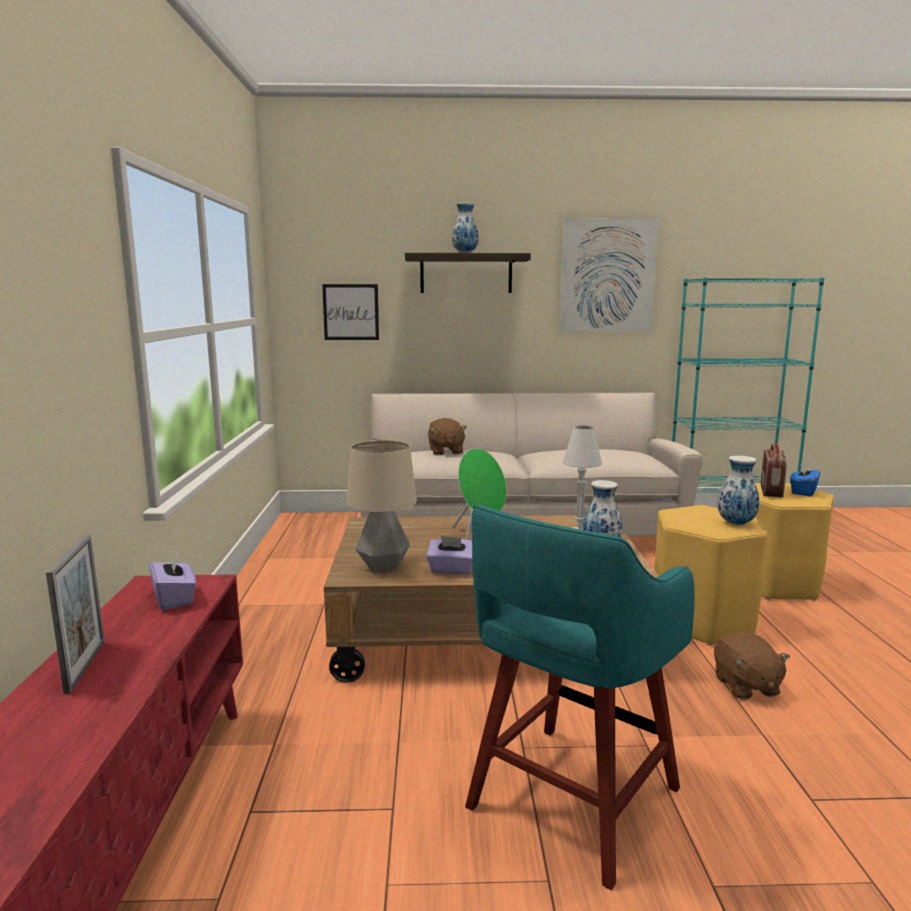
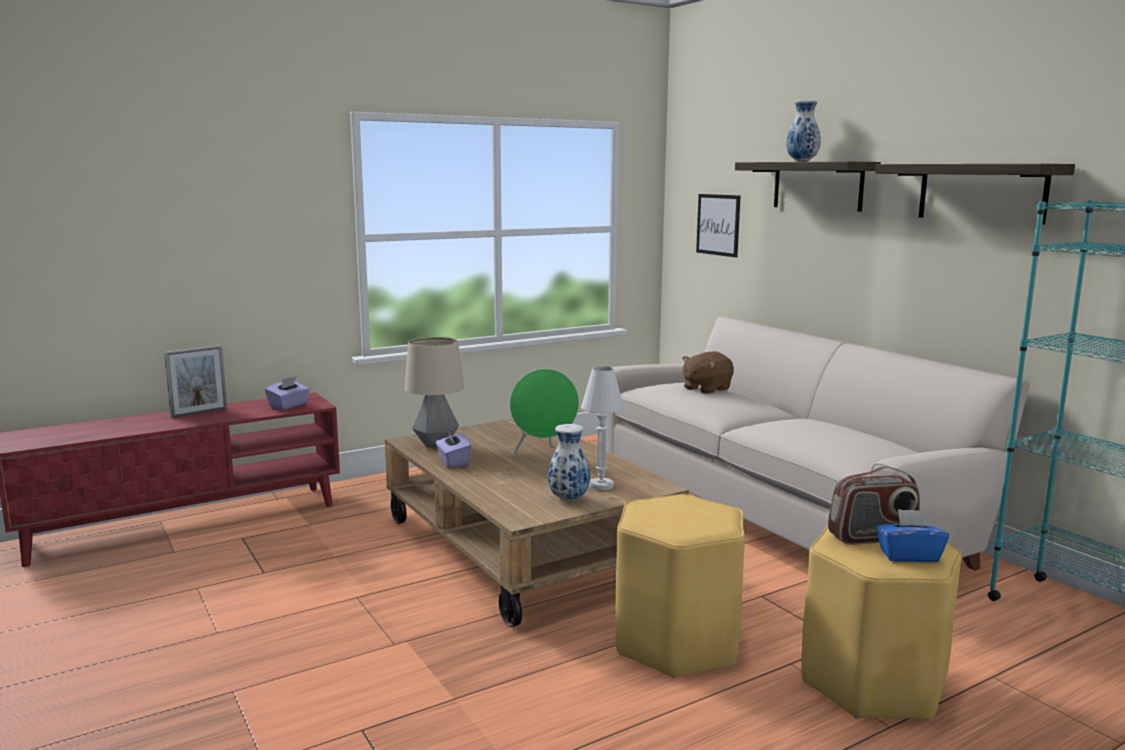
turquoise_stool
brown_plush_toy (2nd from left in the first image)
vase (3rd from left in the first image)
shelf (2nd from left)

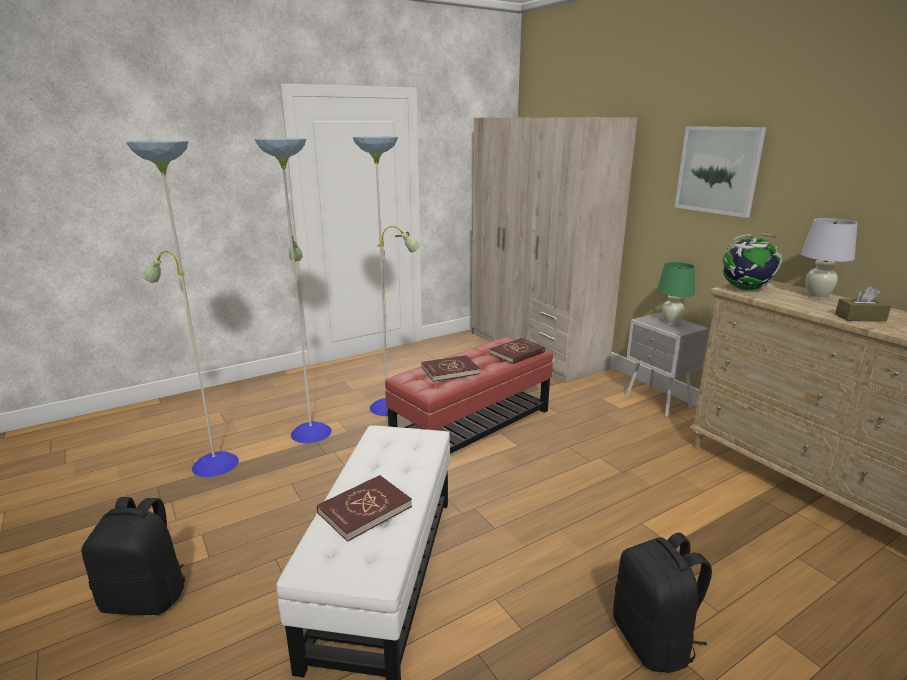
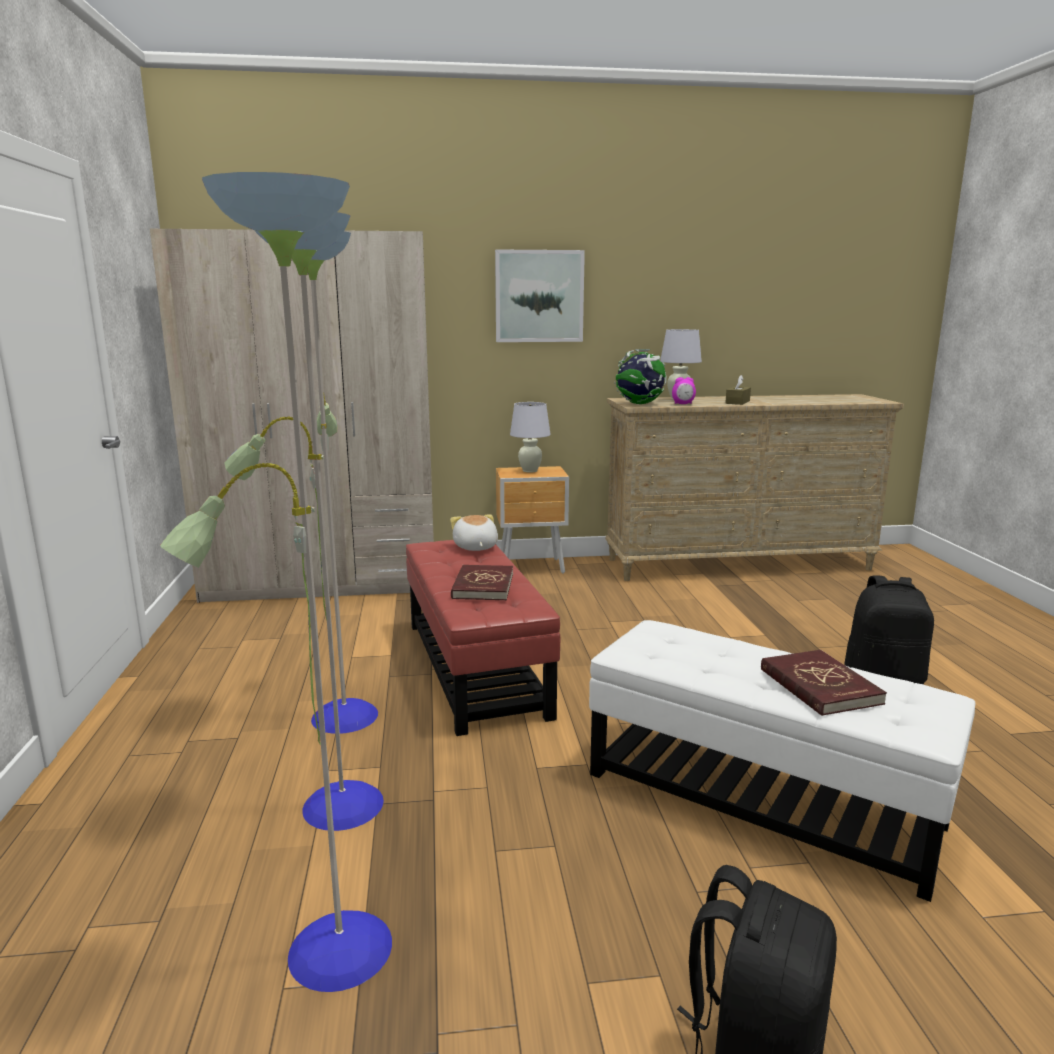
alarm_clock
plush_toy
brown_nightstand
white_table_lamp (1st from left)

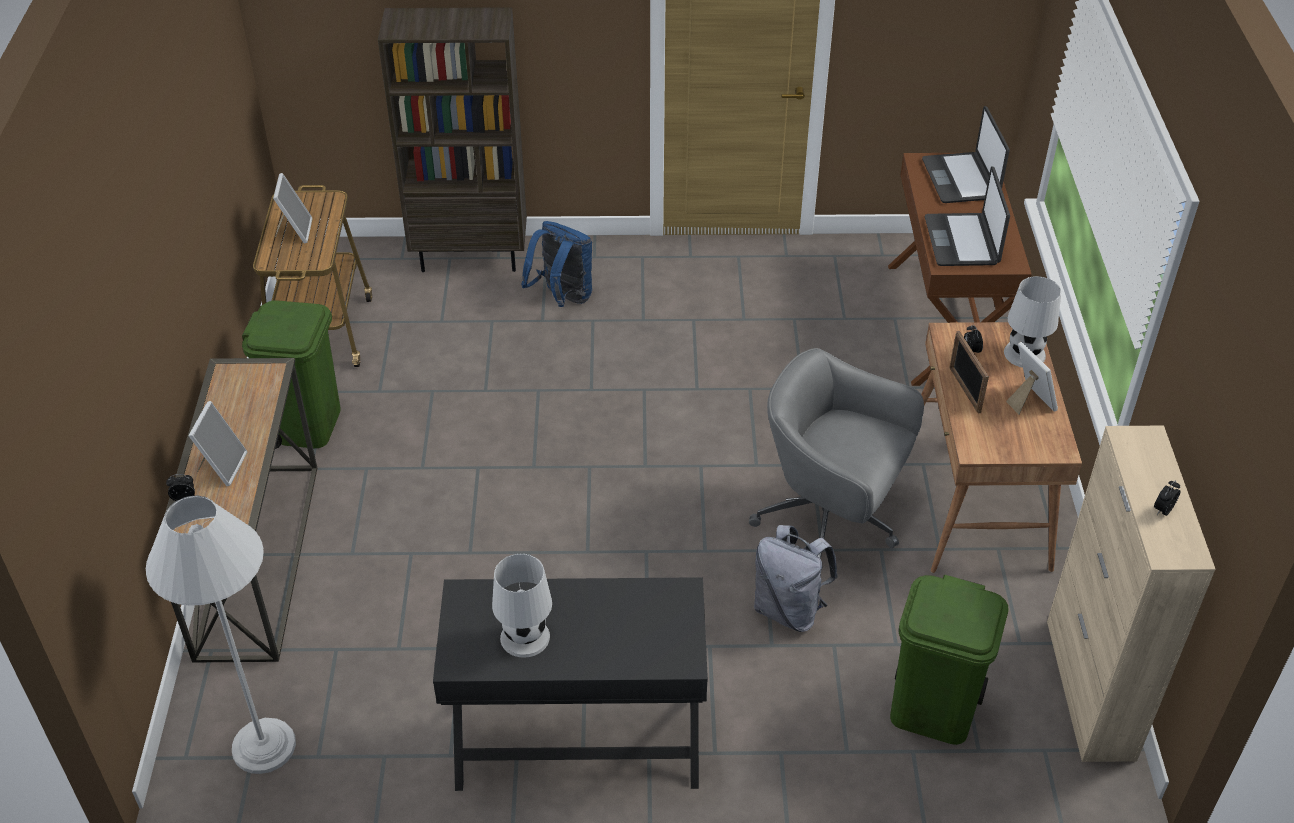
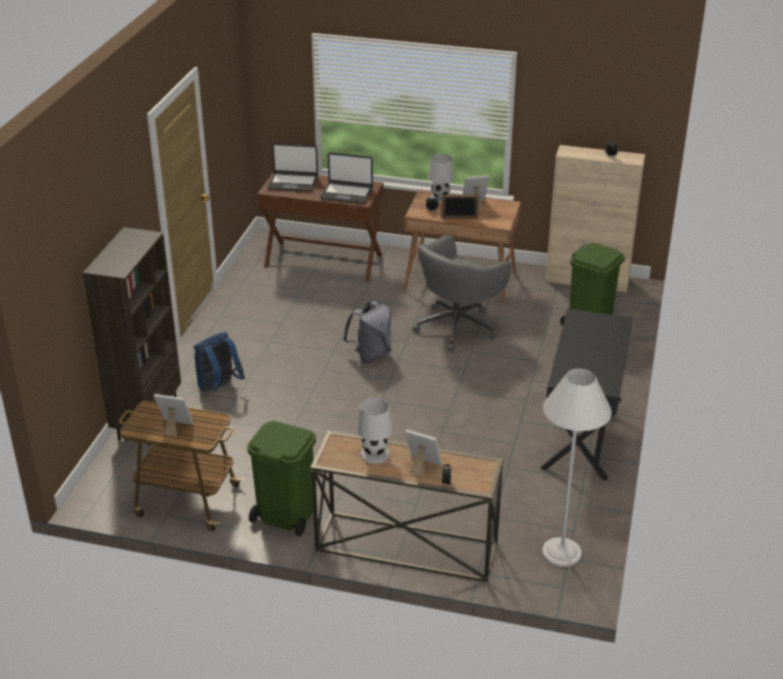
white_table_lamp (1st from left)
grey_backpack

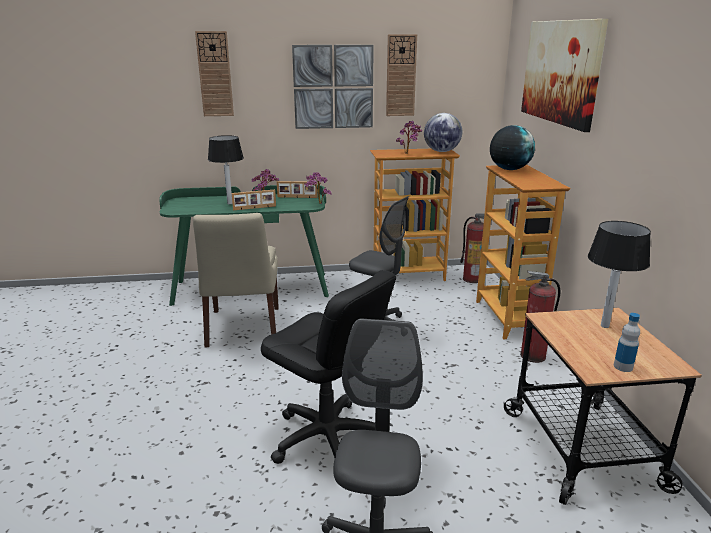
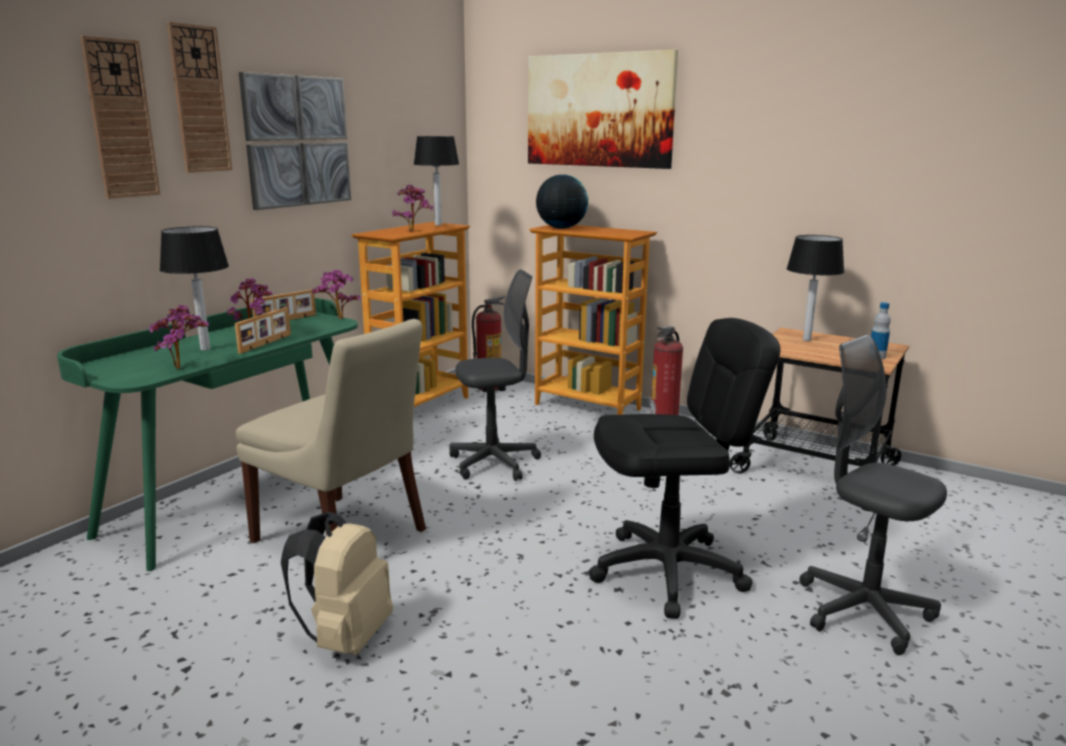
potted_plant (1st from left)
beige_backpack
wall_clock (2nd from left)
table_lamp (2nd from left)

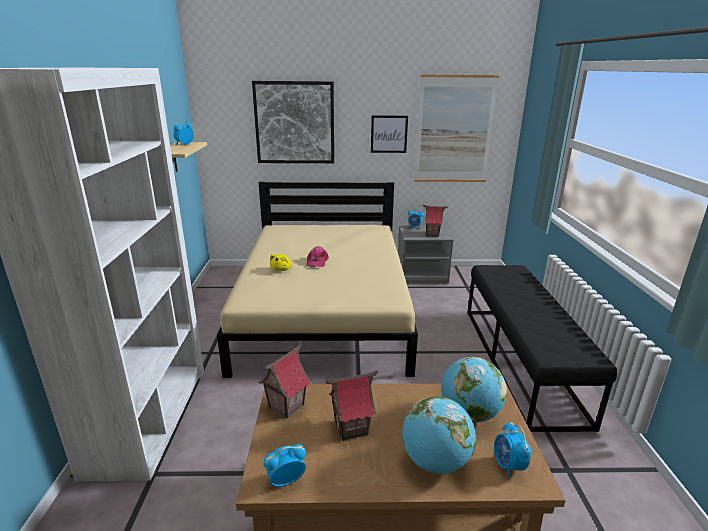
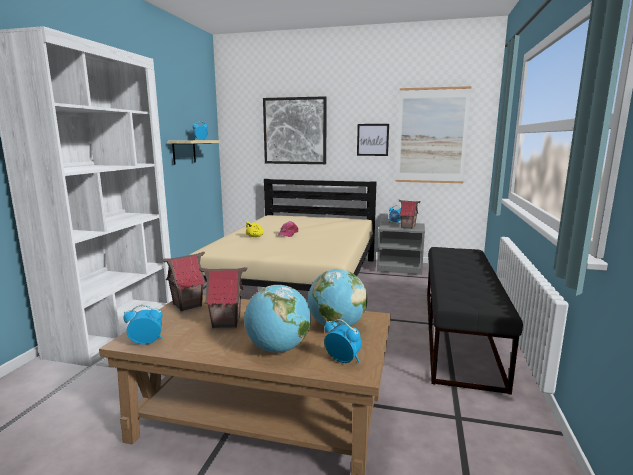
alarm_clock (3rd from left)

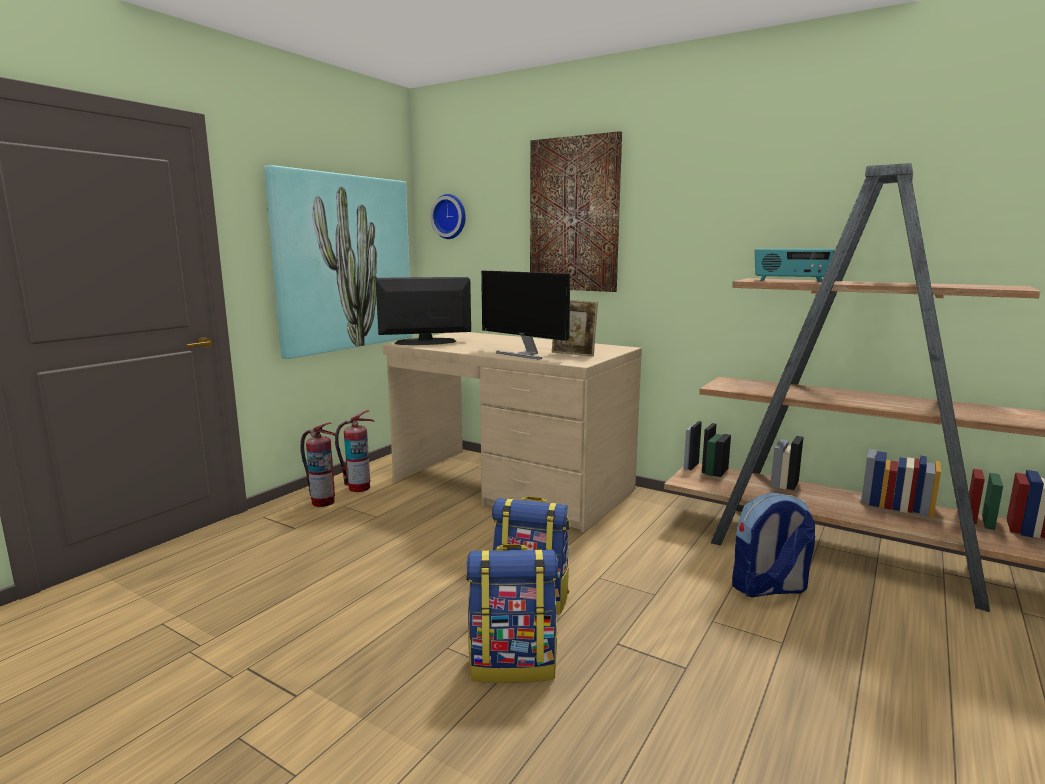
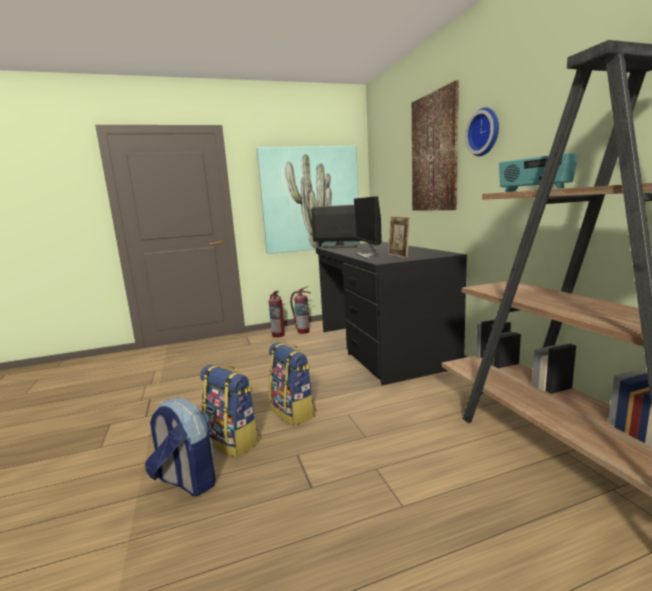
wall_clock
backpack (1st from left)
black_desk

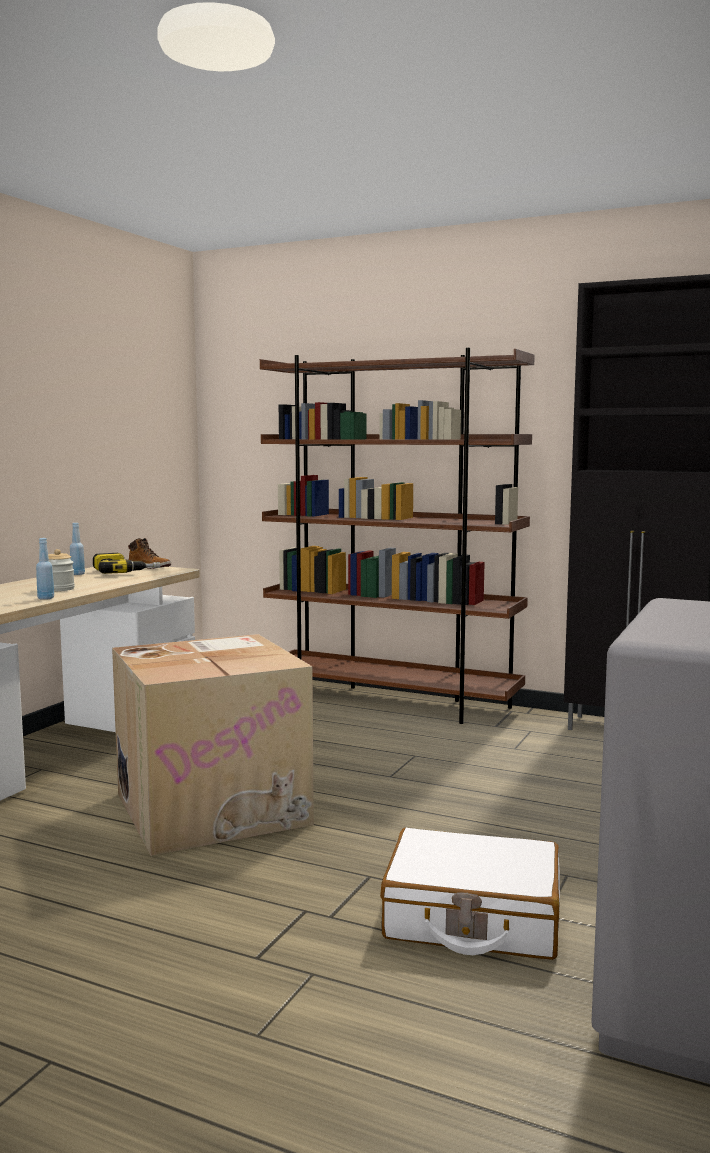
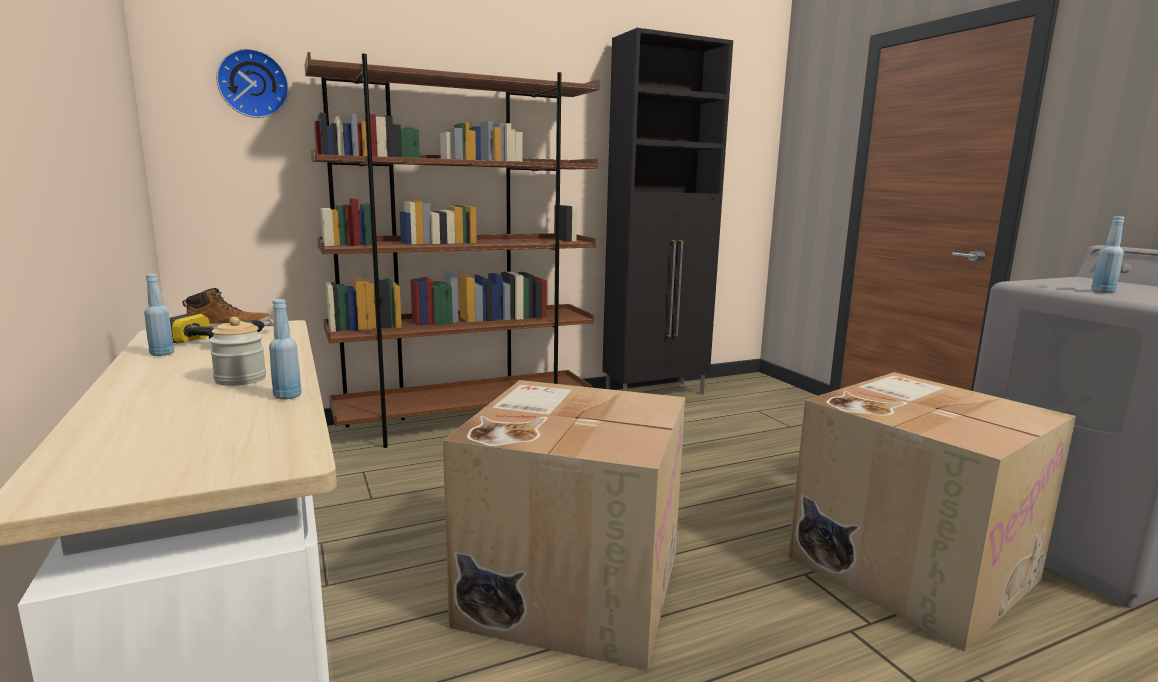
wall_clock
blue_bottle (3rd from left)
cardboard_box (2nd from left)

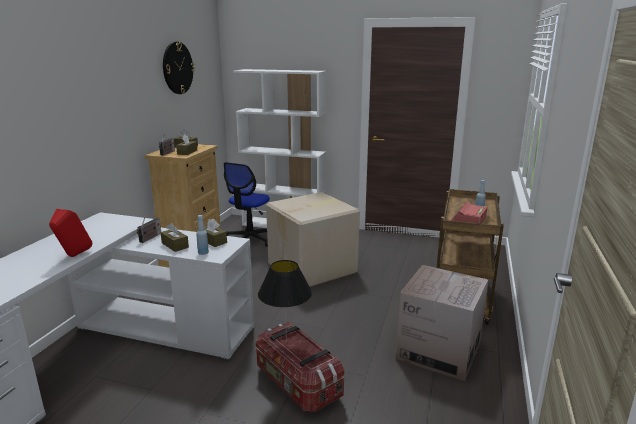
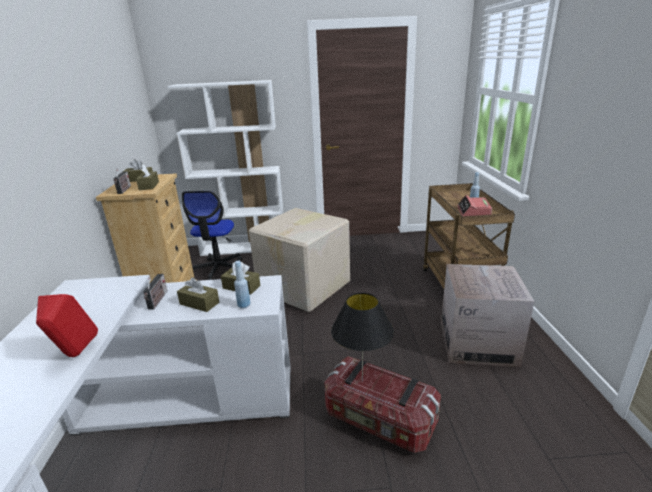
wall_clock

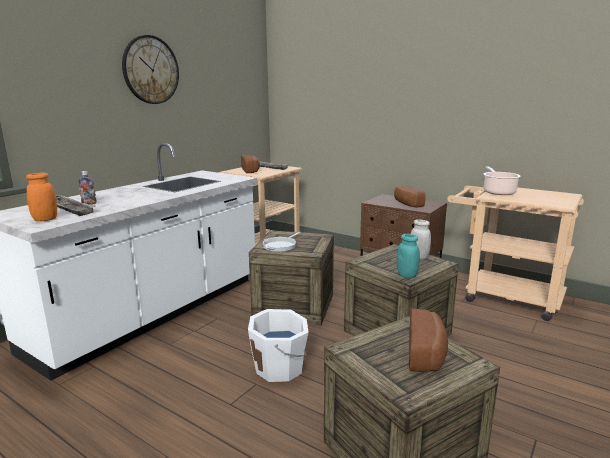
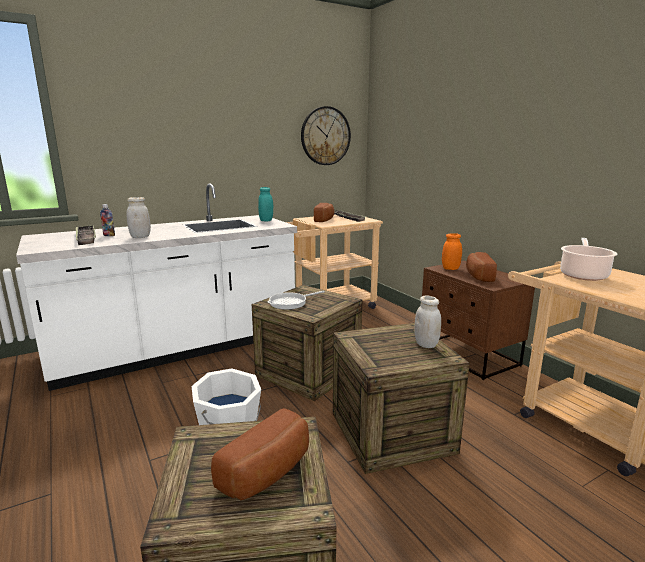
white_jar (1st from left)
orange_jar
wall_clock
turquoise_jar

